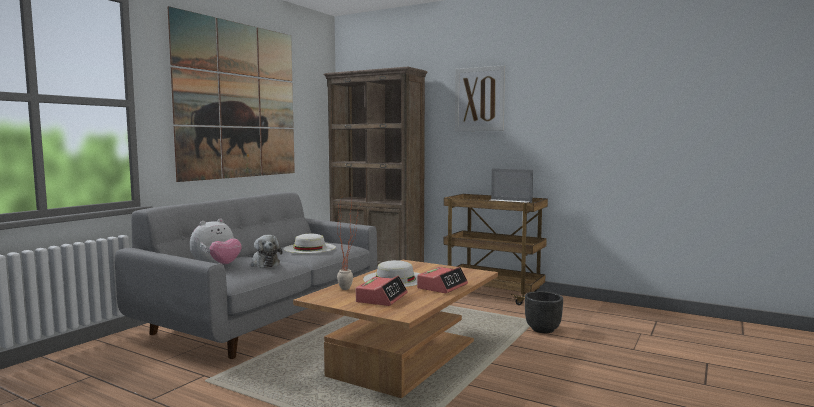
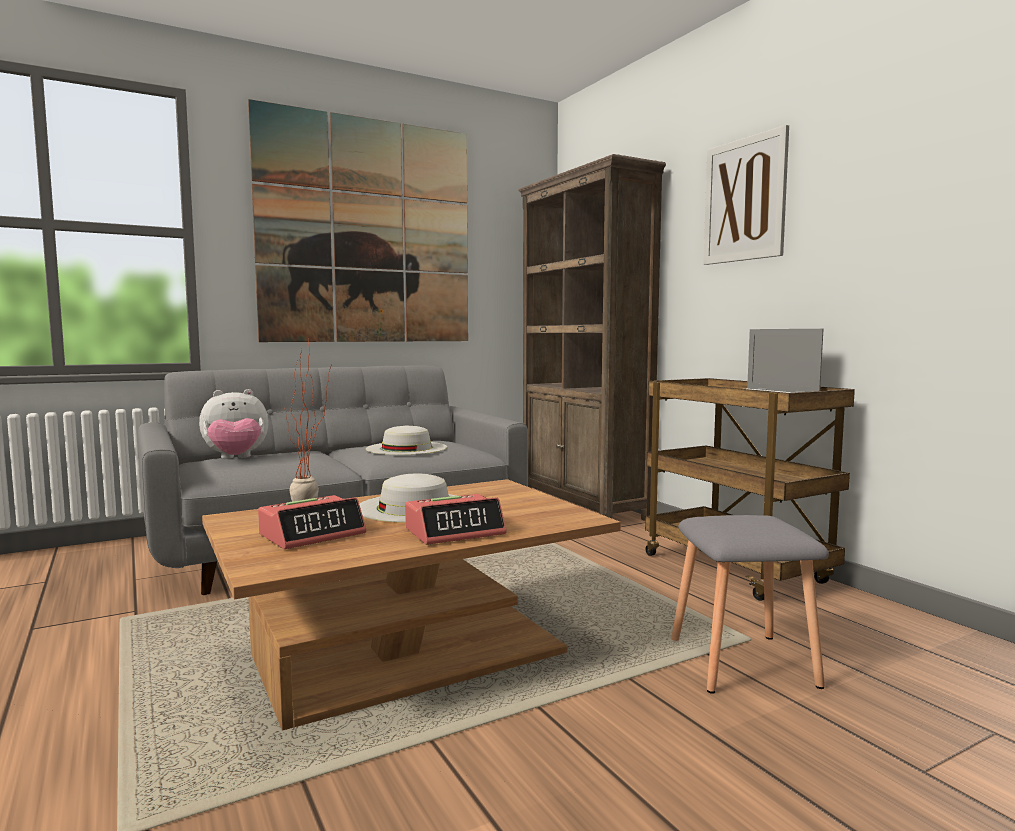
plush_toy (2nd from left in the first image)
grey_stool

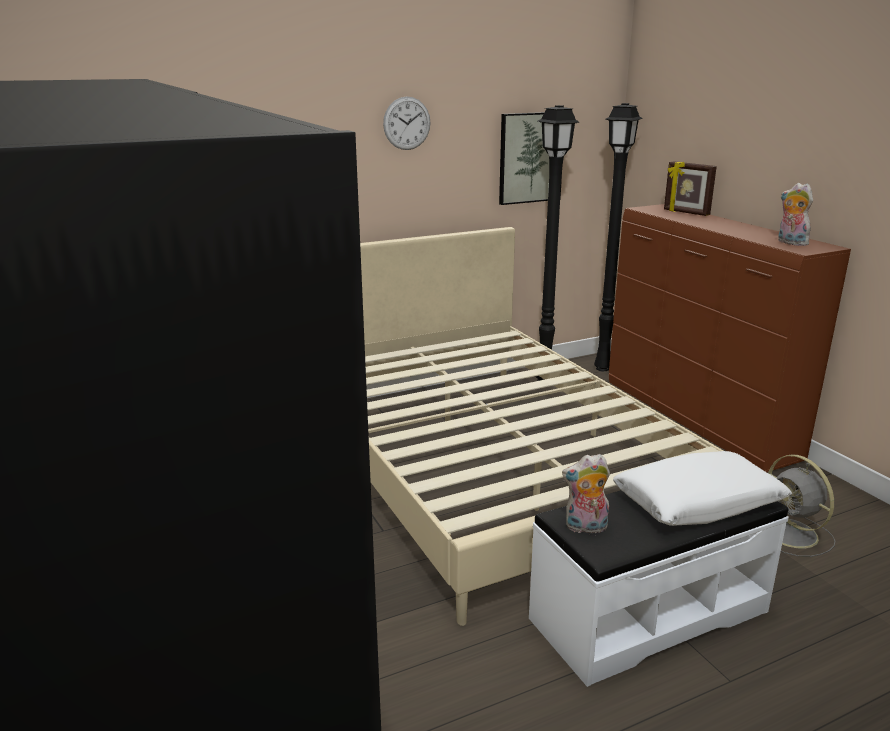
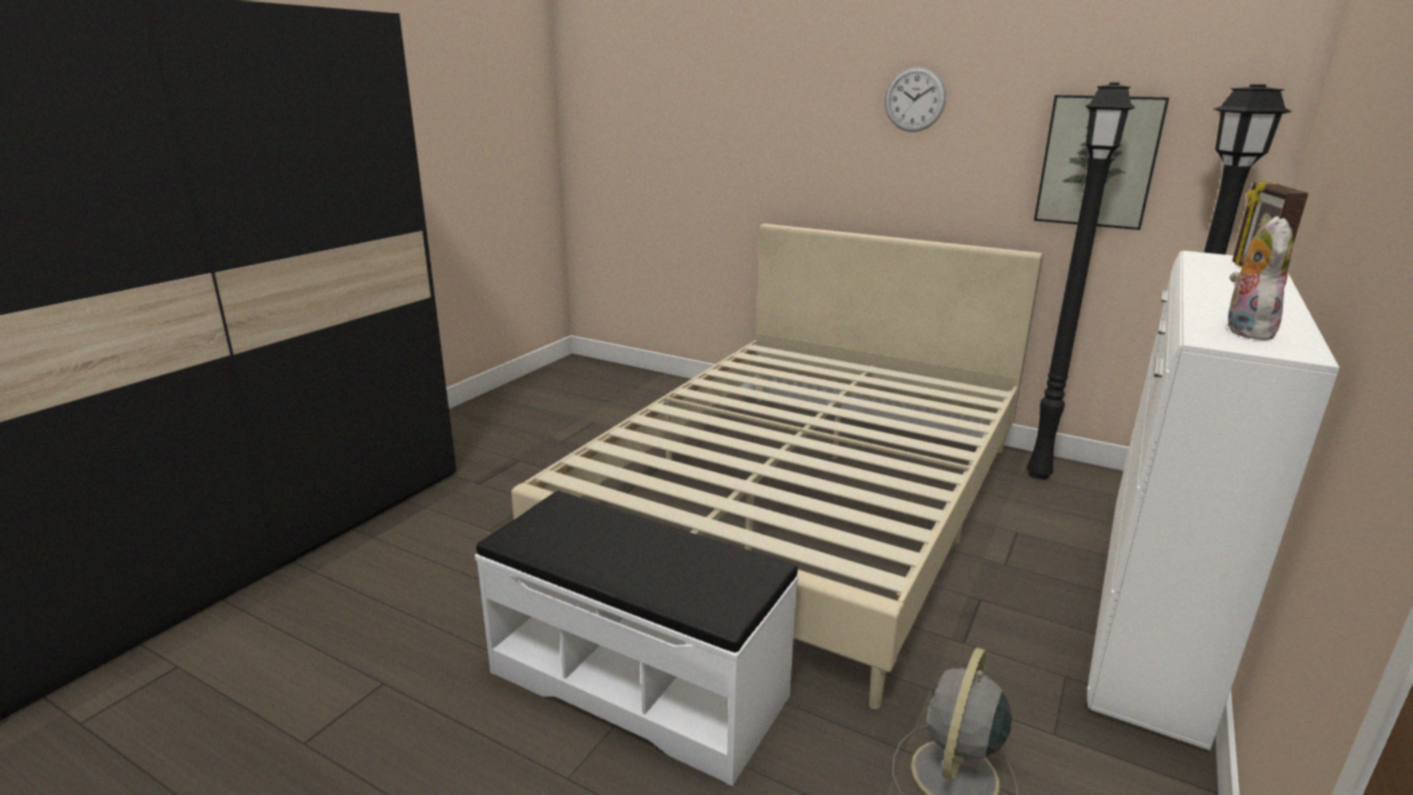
plush_toy (1st from left in the first image)
white_pillow
white_dresser

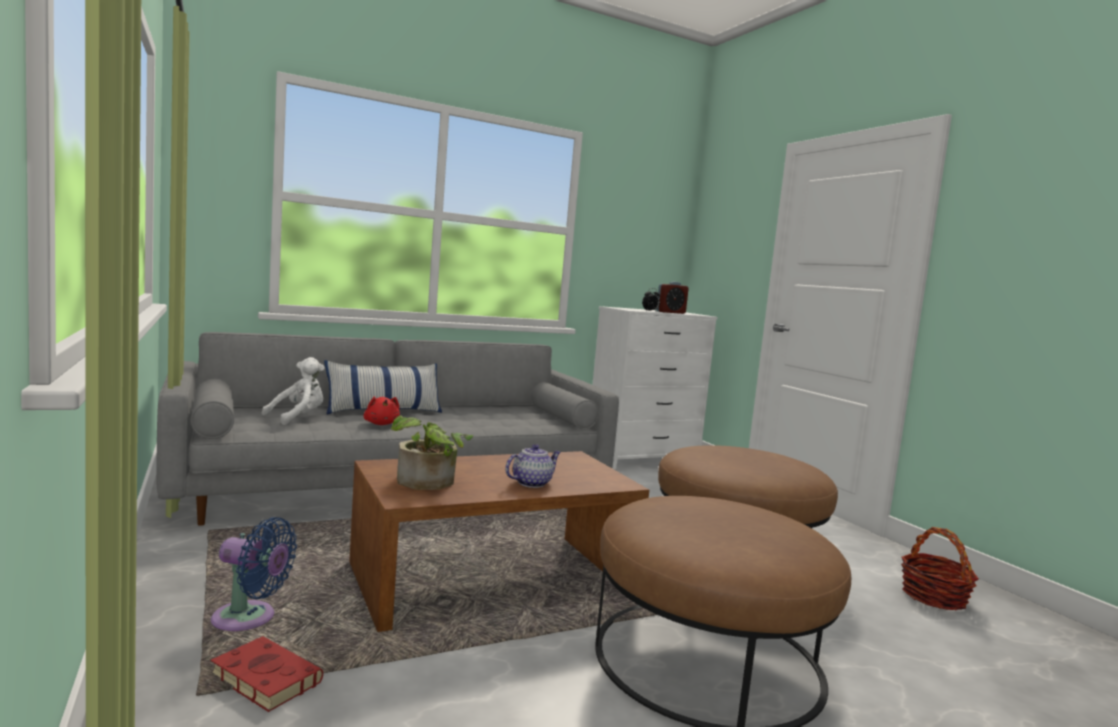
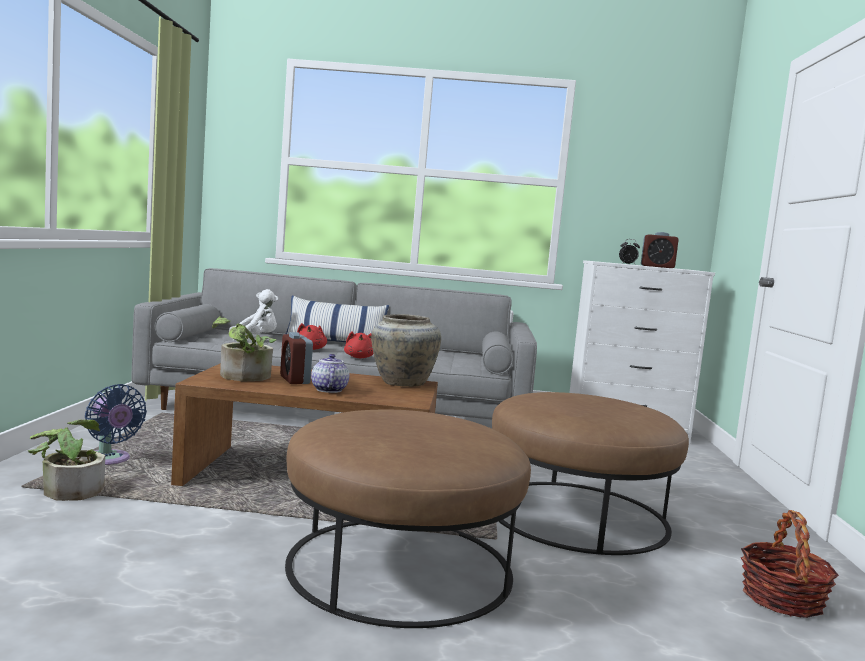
alarm_clock (1st from left)
red_plush_toy (2nd from left)
beige_vase
potted_plant (1st from left)
teapot

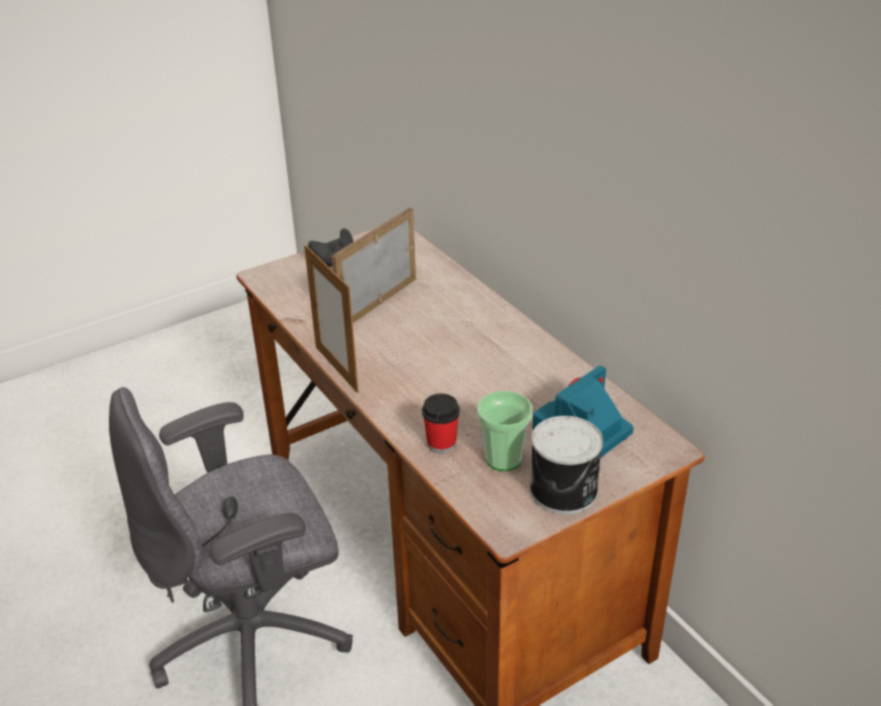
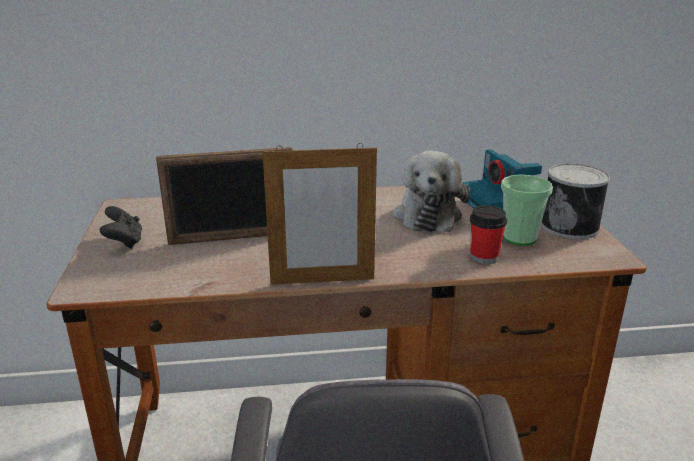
plush_toy
picture_frame (1st from left)

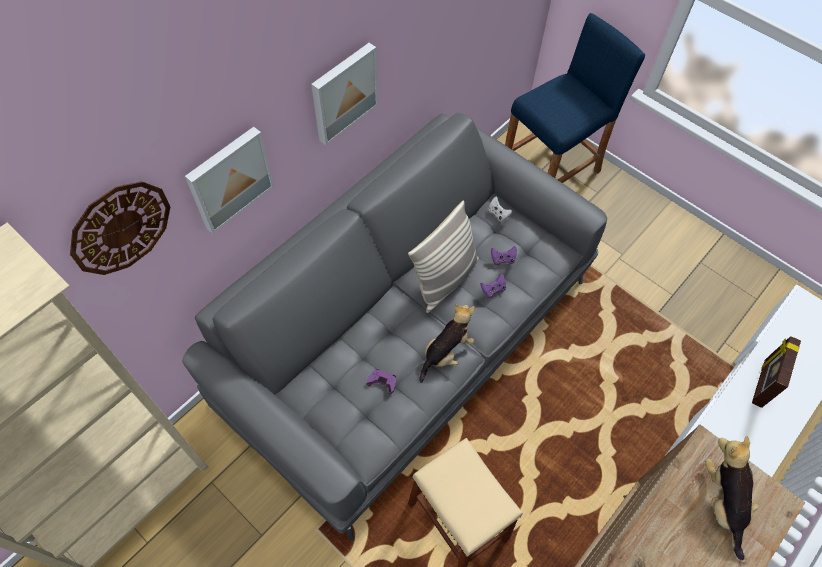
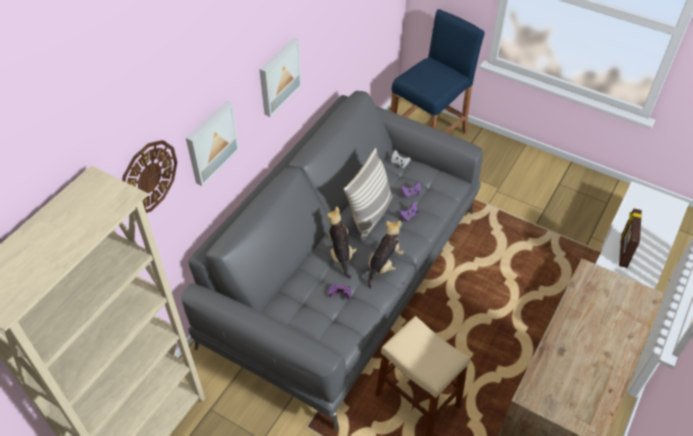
plush_toy (1st from left)

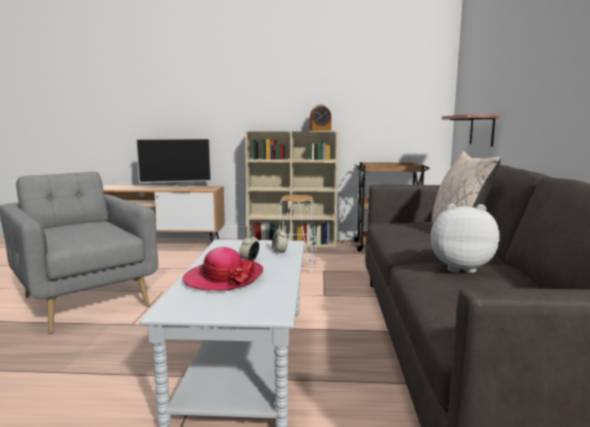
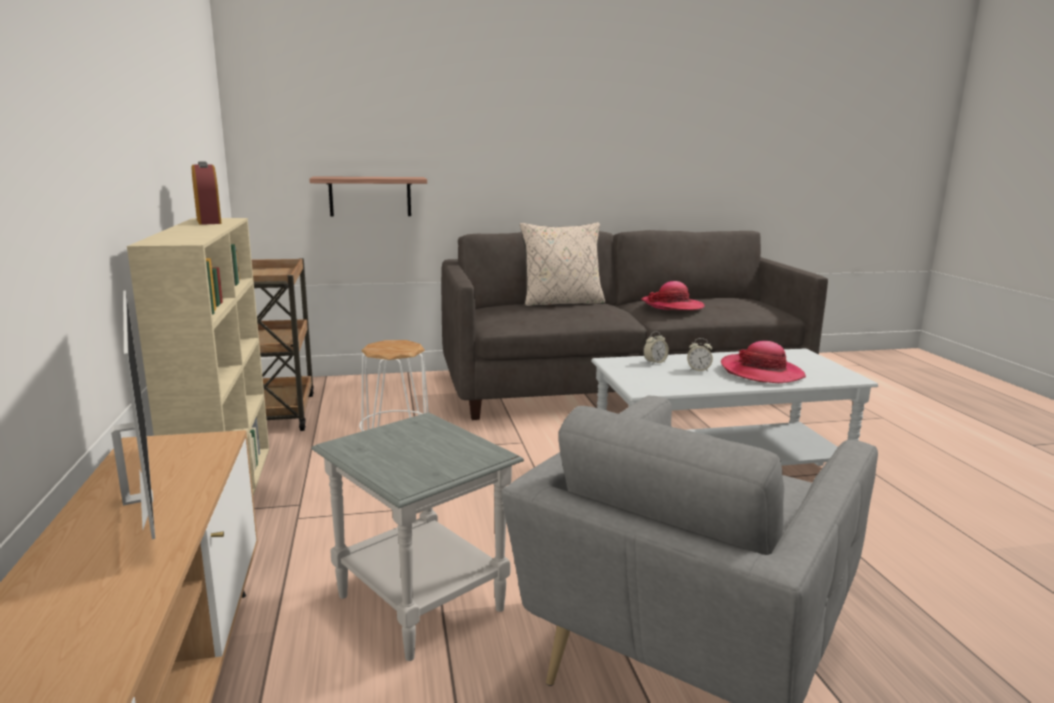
grey_side_table
hat (1st from left)

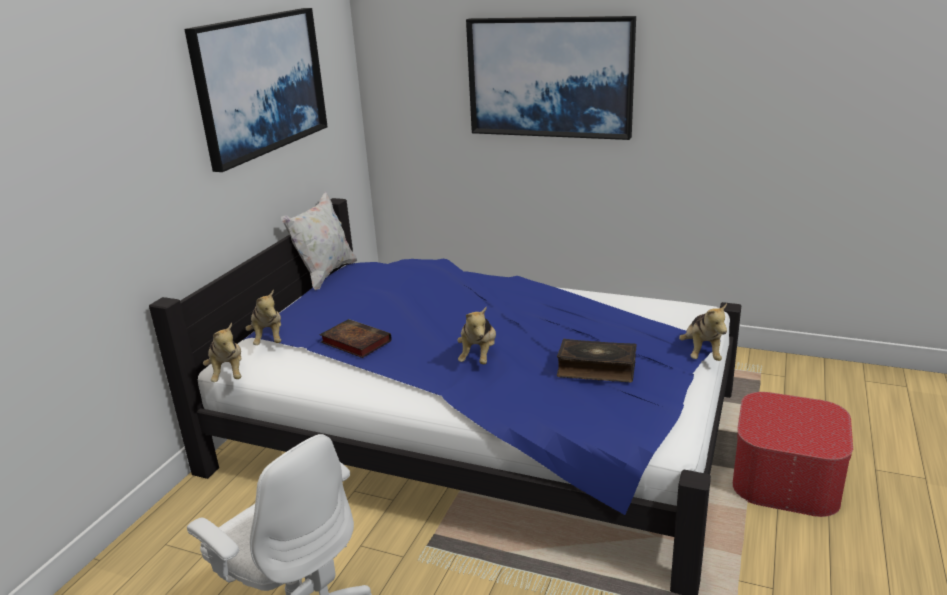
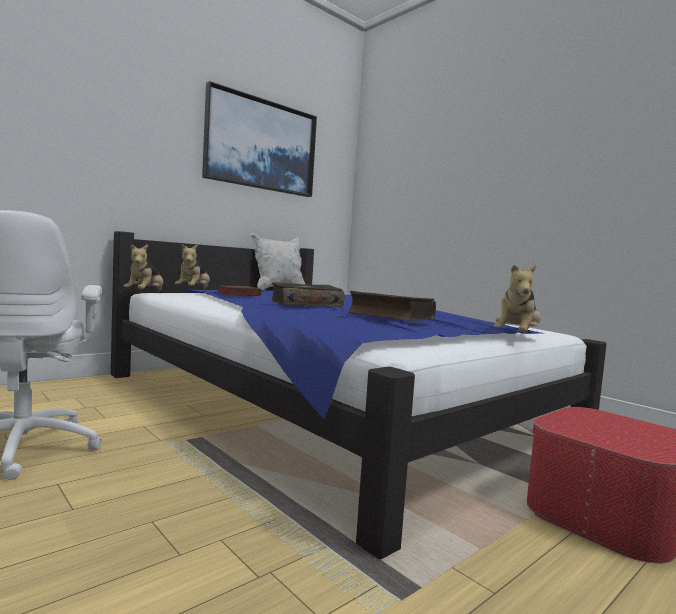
picture (2nd from left in the first image)
book (2nd from left)

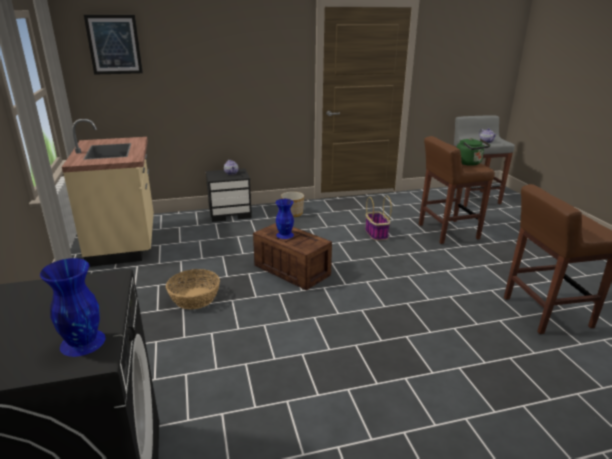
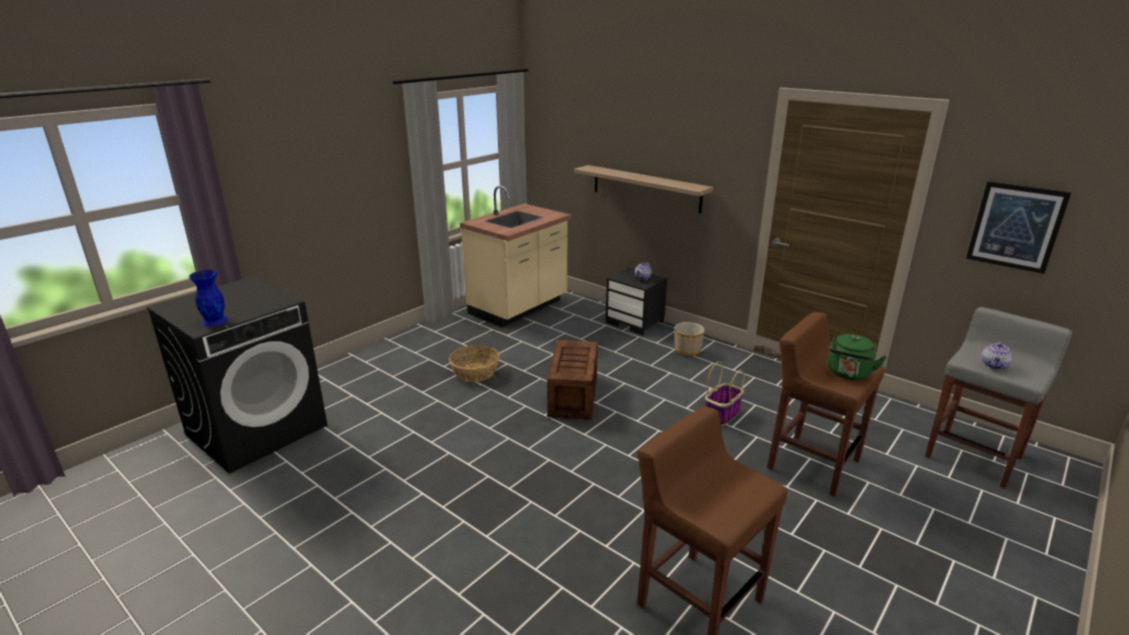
blue_vase (2nd from left in the first image)
shelf
picture

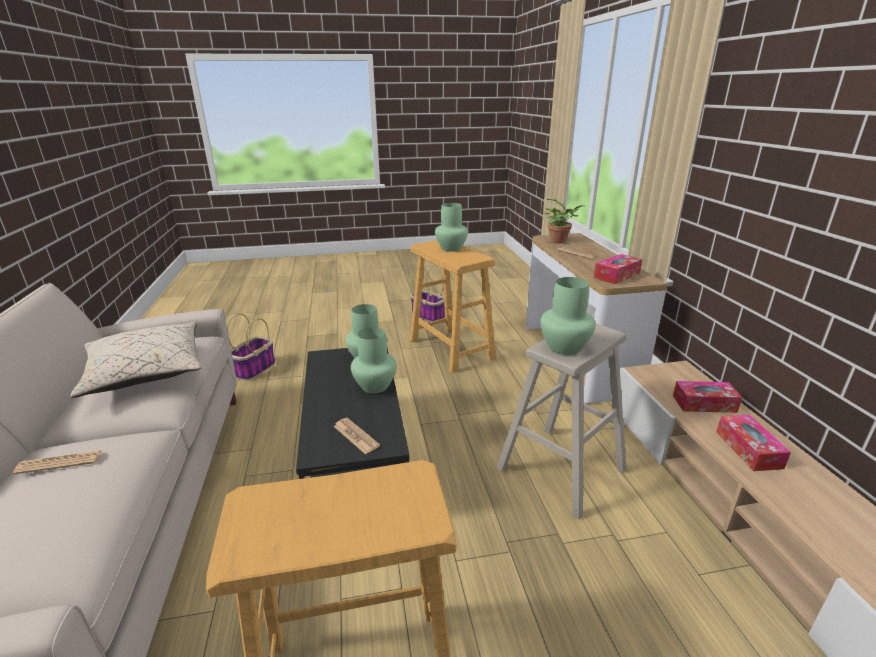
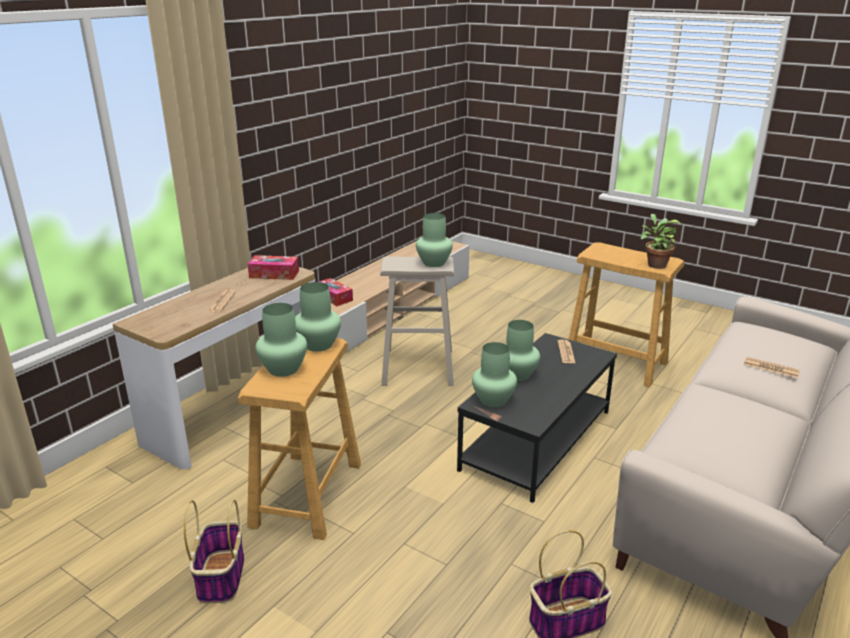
beige_pillow
tissue_box (3rd from left in the first image)
green_vase (2nd from left)
potted_plant

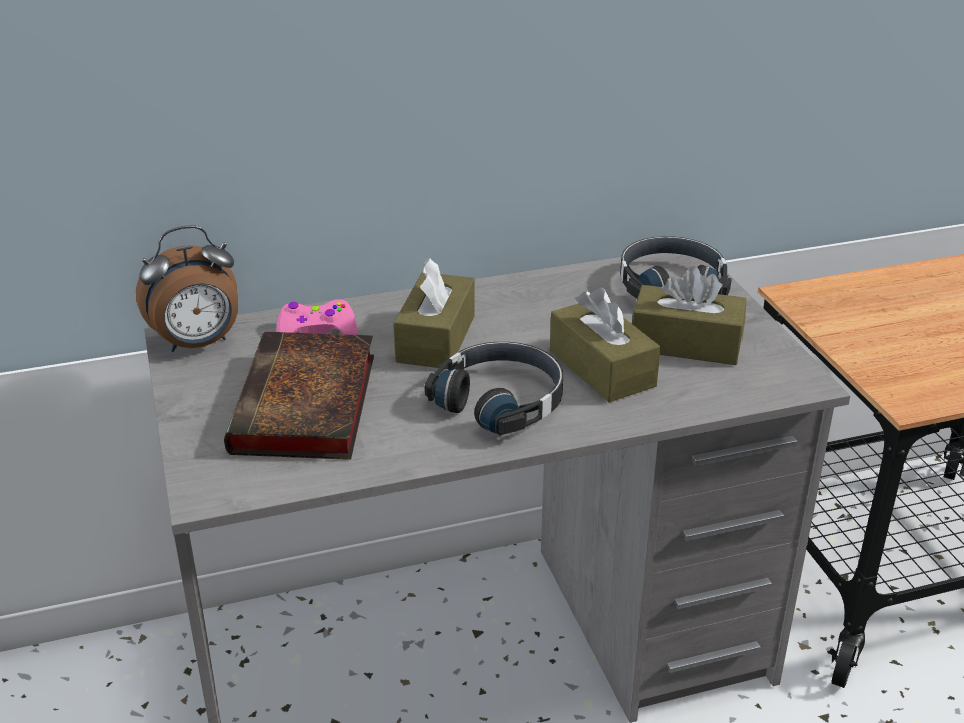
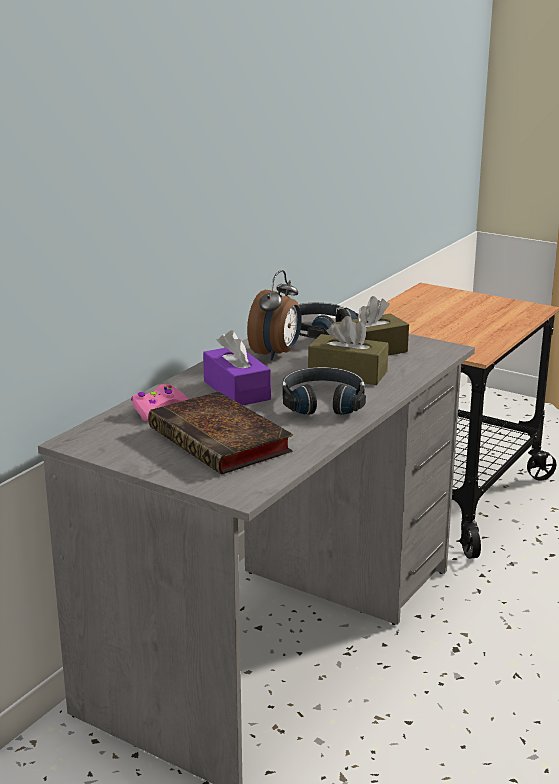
alarm_clock
purple_tissue_box

